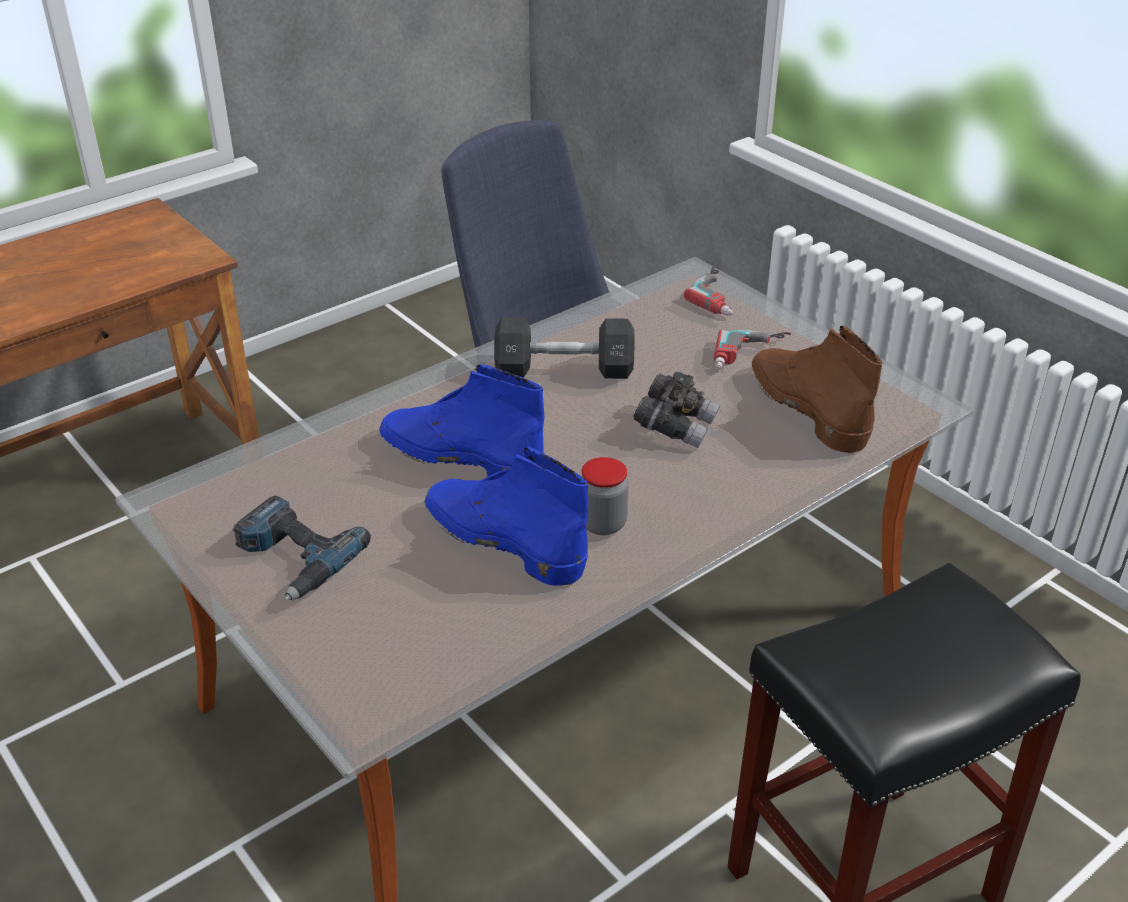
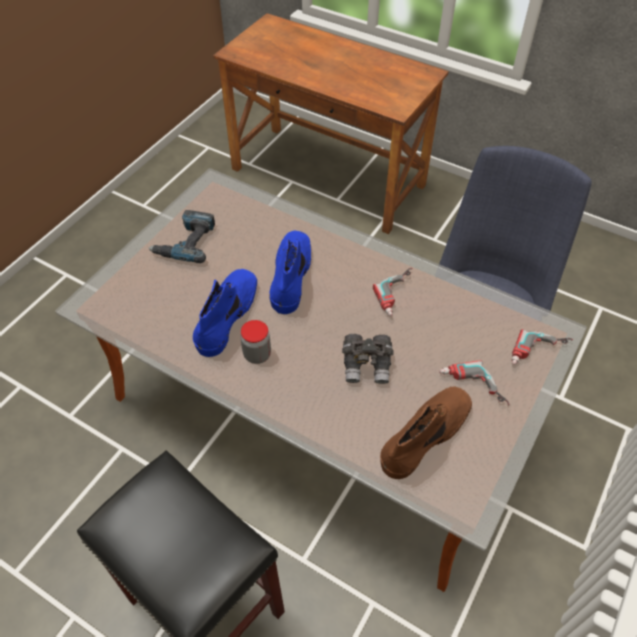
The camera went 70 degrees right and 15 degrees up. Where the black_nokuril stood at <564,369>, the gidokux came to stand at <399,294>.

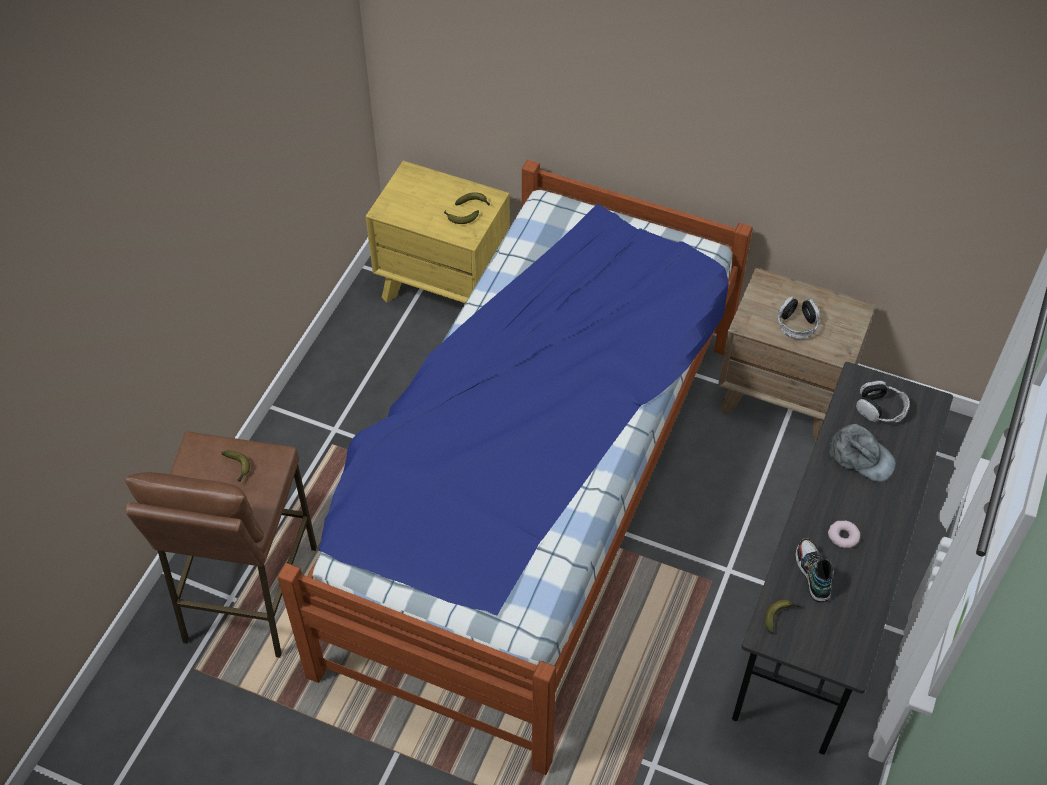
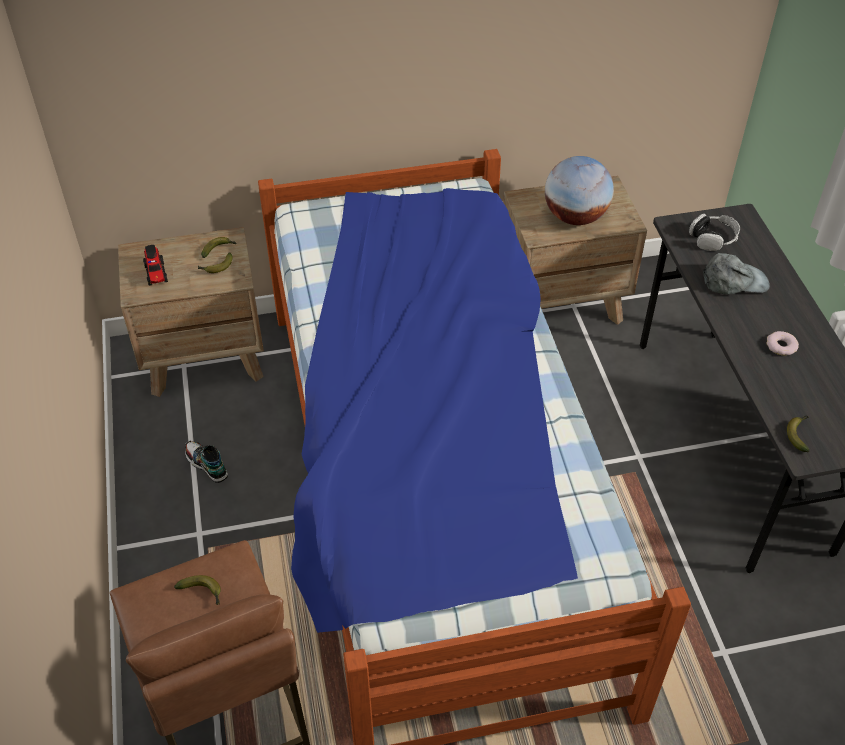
The camera went 35 degrees left and 5 degrees down. What was the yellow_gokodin at <444,287> turned into the brown_gokodin at <205,357>. Where the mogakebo stood at <797,324>, the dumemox came to stand at <575,217>. The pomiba ended up elsewhere, having gone from <812,574> to <206,465>. The second view gained the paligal at <156,274>.

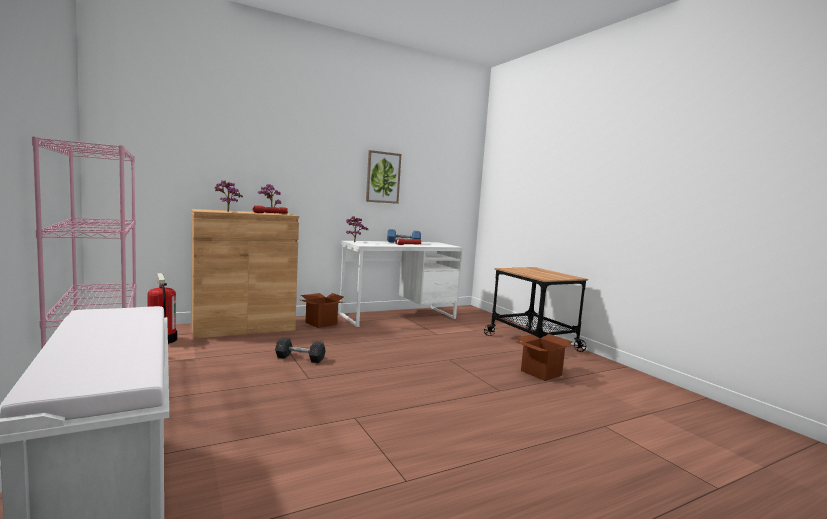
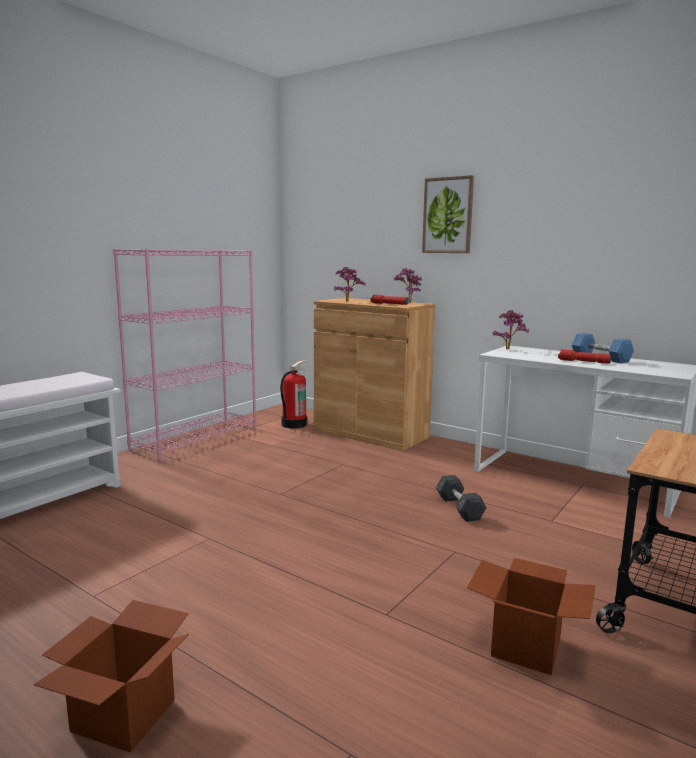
The camera went 65 degrees right and 5 degrees up. The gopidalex ended up elsewhere, having gone from <383,177> to <448,215>. The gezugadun ended up elsewhere, having gone from <321,323> to <124,715>. The grey_nokuril ended up elsewhere, having gone from <300,358> to <459,508>.

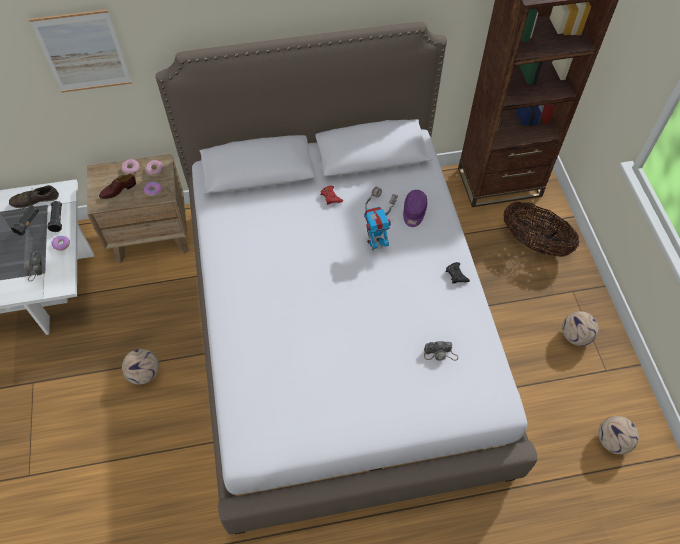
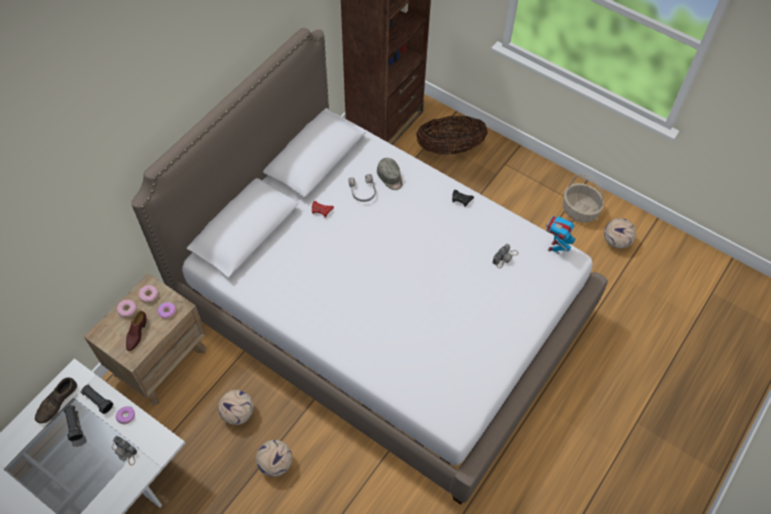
The camera went 45 degrees left and 0 degrees up. The second view lost the gopidalex at <83,52>. What was the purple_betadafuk at <414,212> turned into the grey_betadafuk at <390,178>. The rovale ended up elsewhere, having gone from <375,244> to <555,248>. The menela ended up elsewhere, having gone from <575,335> to <238,413>. The second view gained the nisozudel at <580,210>.

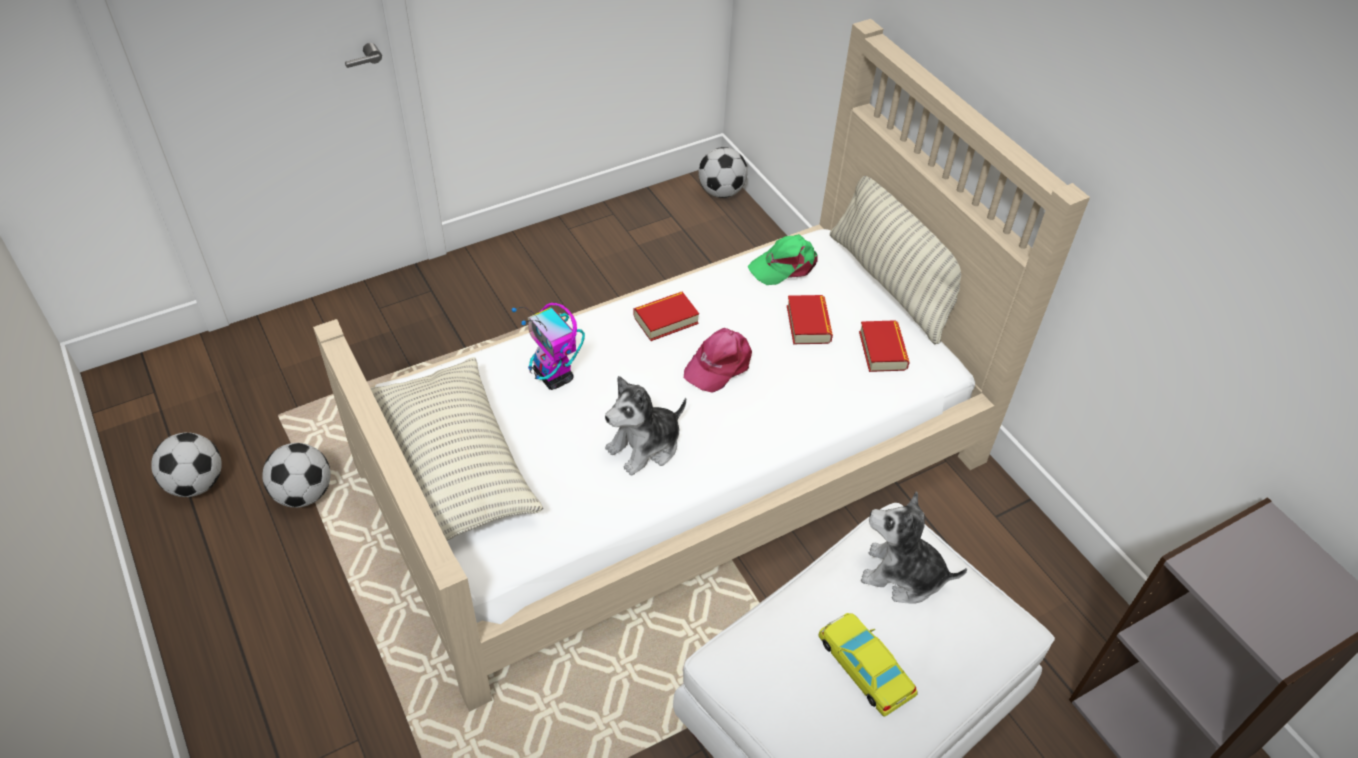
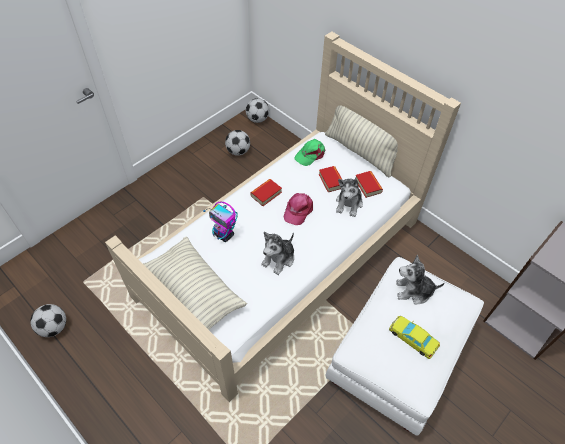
The camera went 15 degrees left and 5 degrees up. The menela ended up elsewhere, having gone from <303,494> to <238,151>. The second view gained the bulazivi at <349,203>.

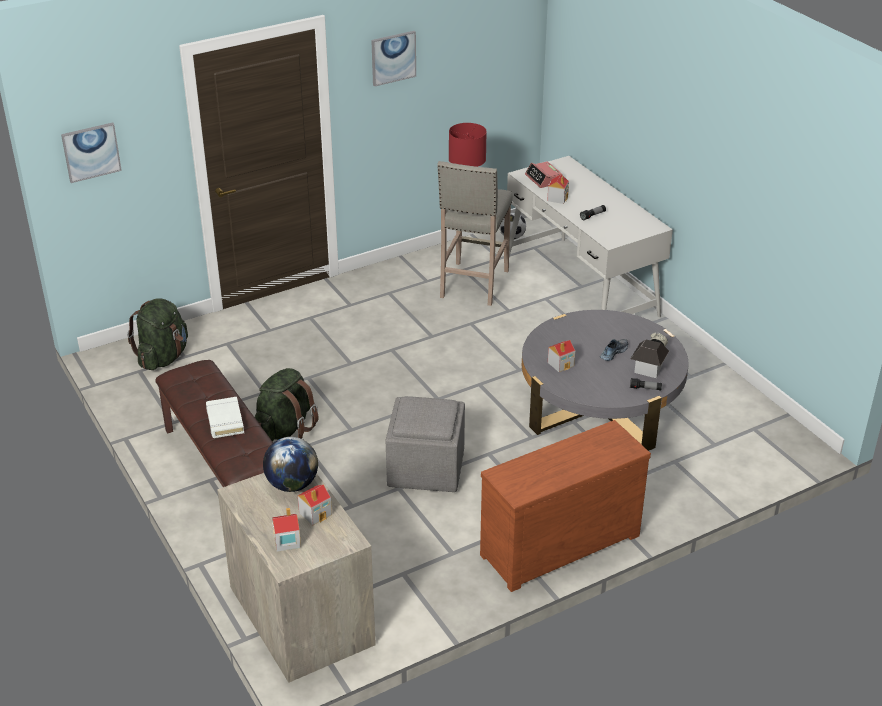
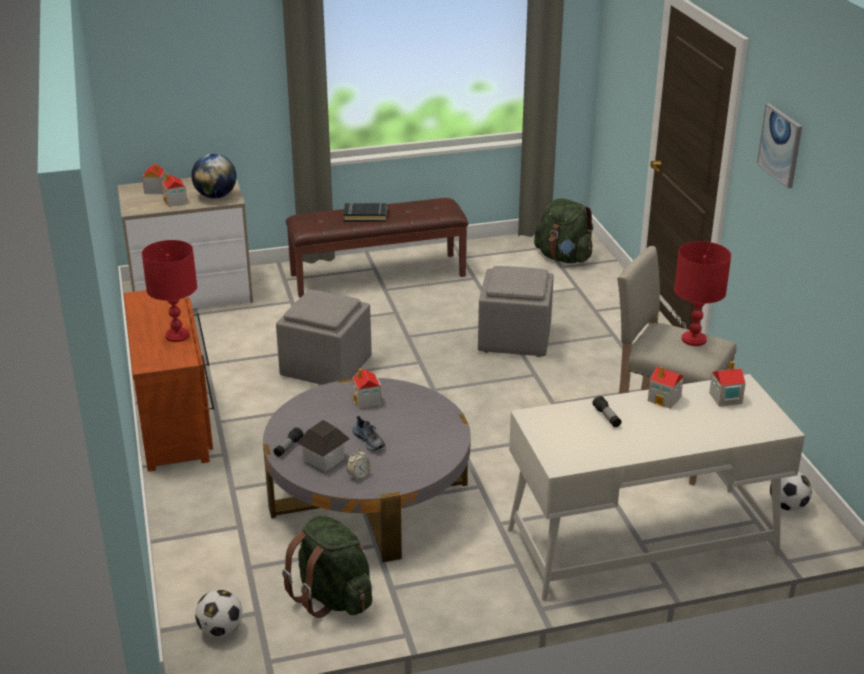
The camera went 105 degrees right and 5 degrees down. The second view lost the gopidalex at <91,152>. Where the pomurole stood at <543,179>, the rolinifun came to stand at <725,398>. The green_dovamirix ended up elsewhere, having gone from <285,429> to <332,597>. What was the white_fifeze at <225,421> turned into the black_fifeze at <365,215>. The second view gained the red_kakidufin at <178,335>. The second view gained the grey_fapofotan at <515,339>. The second view gained the menela at <220,630>.

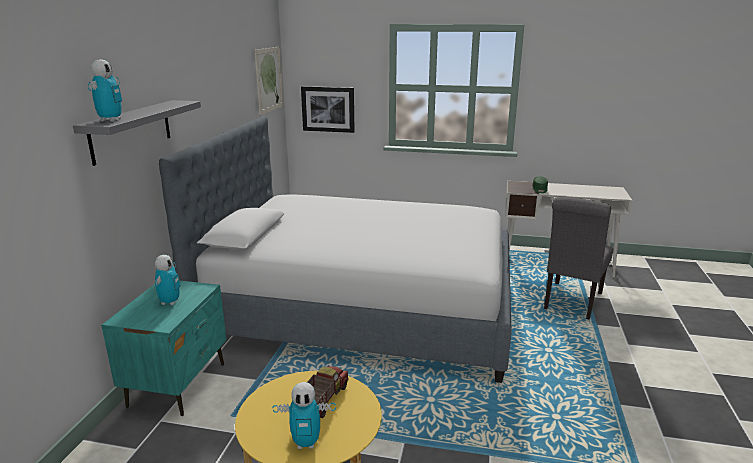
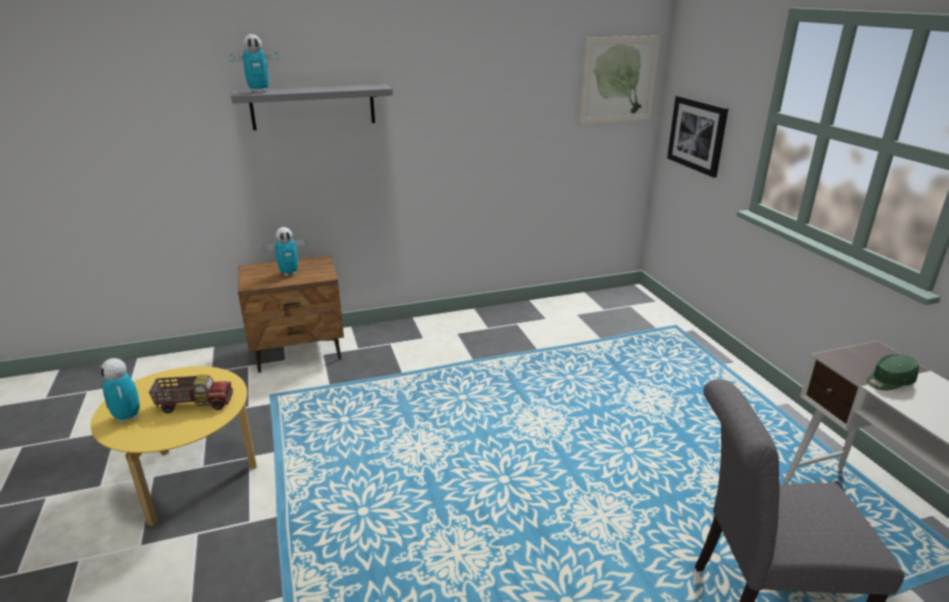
The camera went 60 degrees right and 5 degrees up. The second view lost the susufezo at <362,306>. What was the turquoise_gokodin at <178,384> turned into the brown_gokodin at <299,352>.

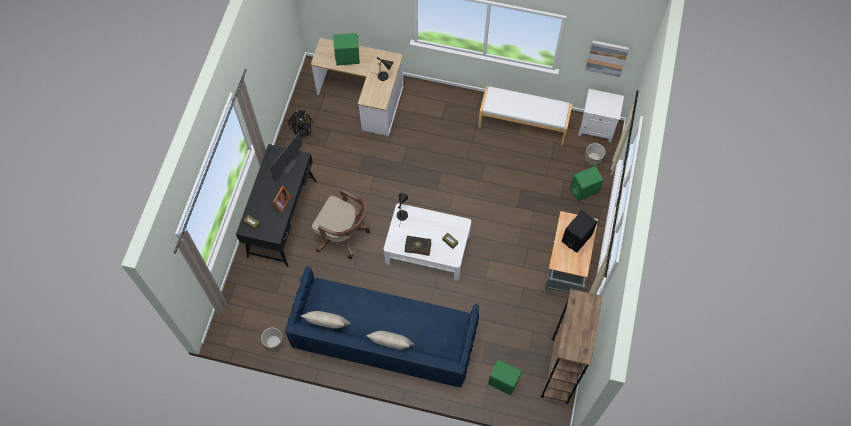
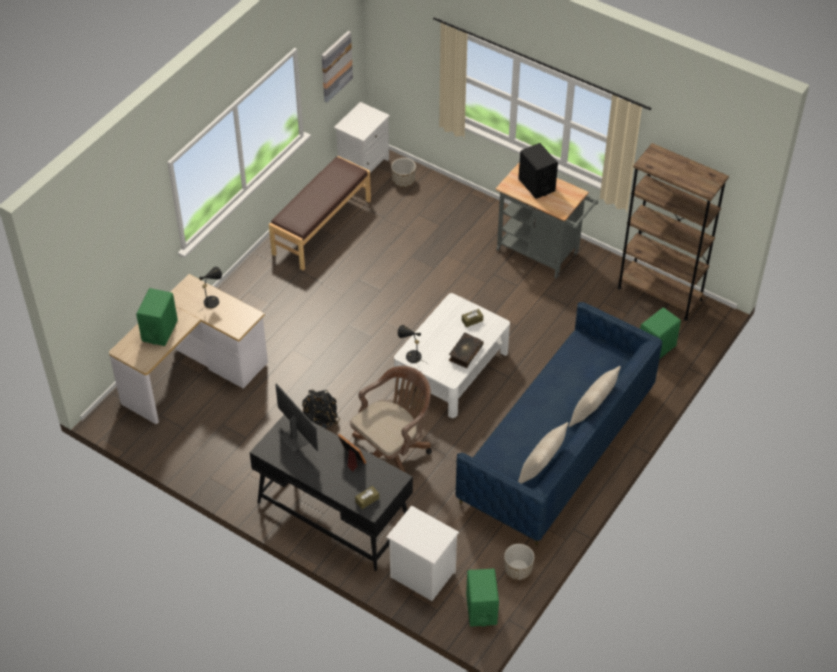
The camera went 70 degrees left and 15 degrees down. What was the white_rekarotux at <523,123> turned into the brown_rekarotux at <321,227>. The black_dovamirix ended up elsewhere, having gone from <302,130> to <320,419>. The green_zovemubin ended up elsewhere, having gone from <584,190> to <481,609>. The second view gained the white_gokodin at <421,574>.

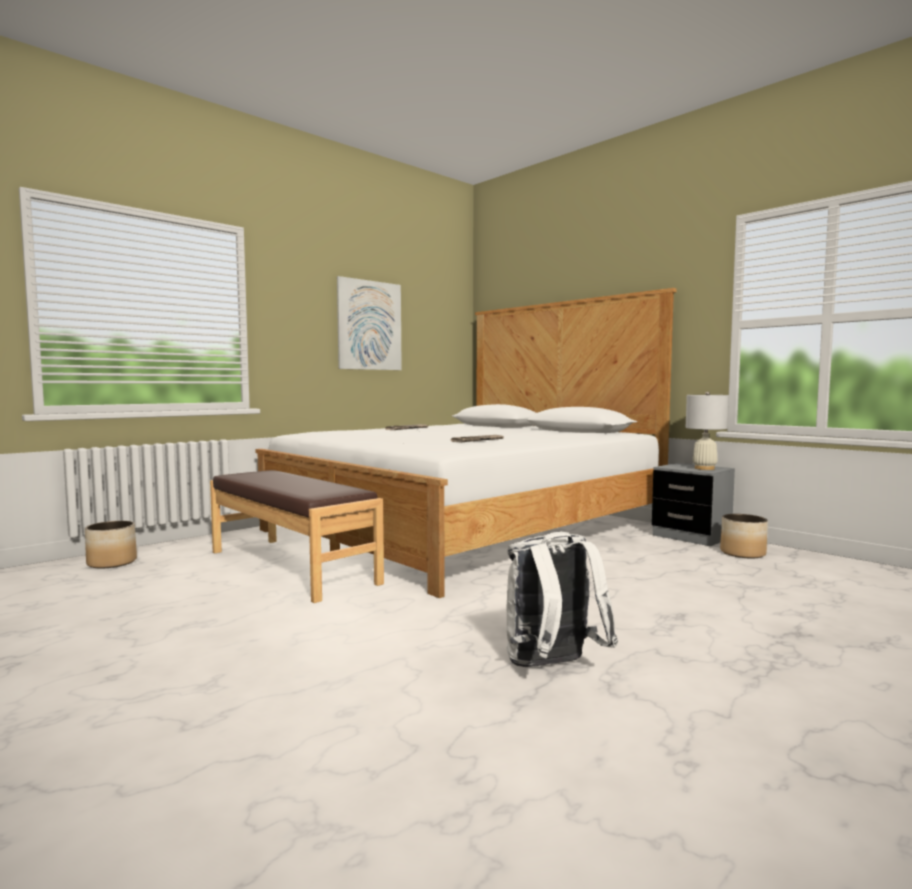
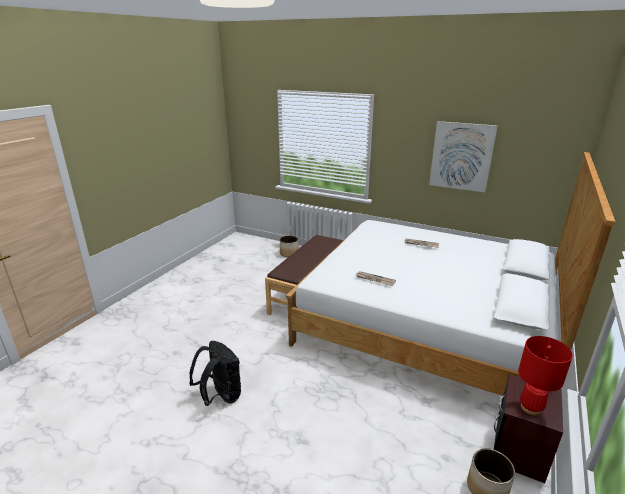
The camera went 70 degrees right and 20 degrees up. What was the white_kakidufin at <704,468> turned into the red_kakidufin at <530,408>. What was the grey_gokodin at <691,536> turned into the brown_gokodin at <519,450>. What was the white_dovamirix at <552,667> turned into the black_dovamirix at <220,396>.

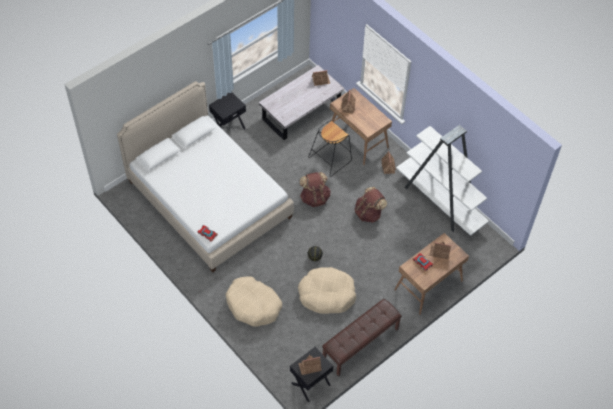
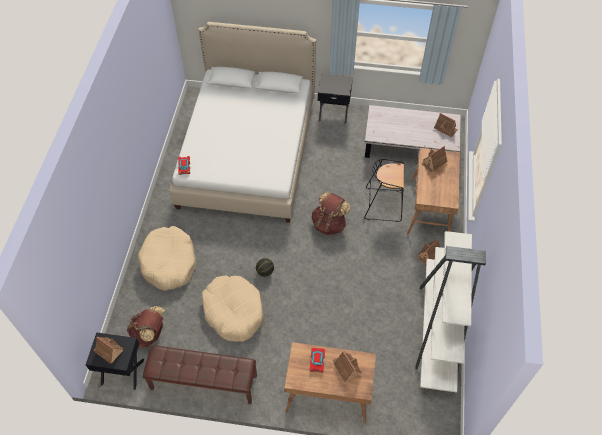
The camera went 50 degrees right and 0 degrees up. The brown_dovamirix ended up elsewhere, having gone from <368,213> to <150,334>.

